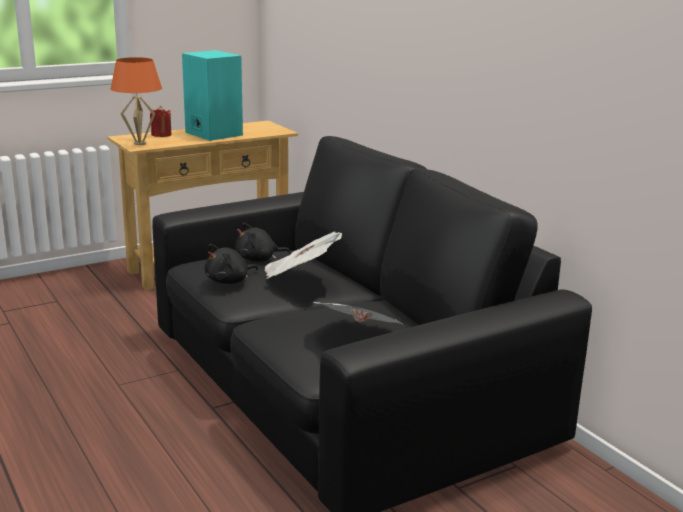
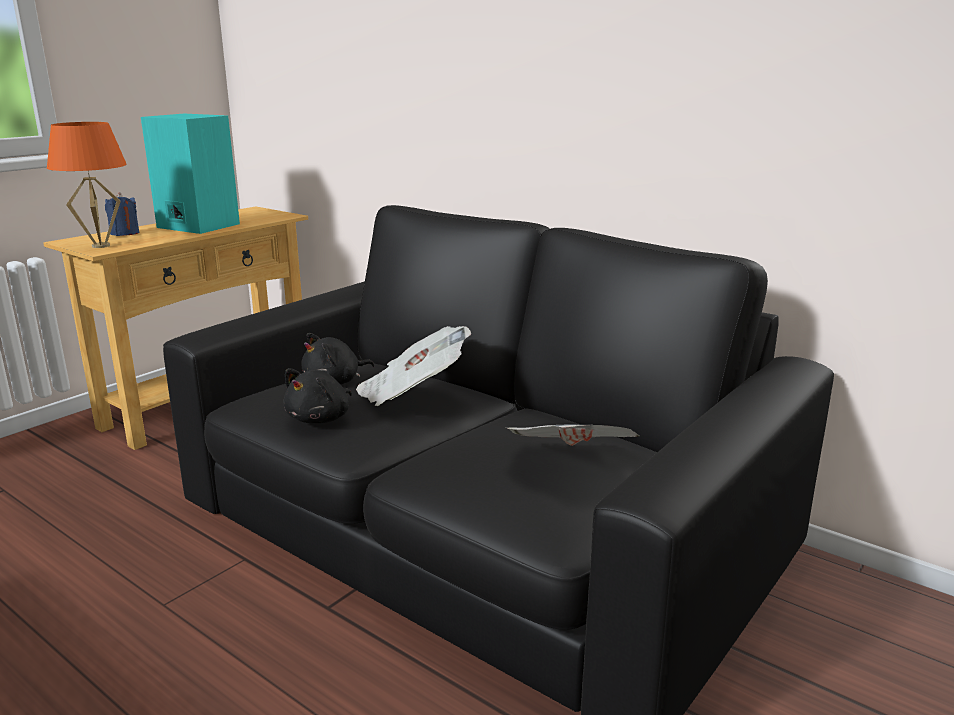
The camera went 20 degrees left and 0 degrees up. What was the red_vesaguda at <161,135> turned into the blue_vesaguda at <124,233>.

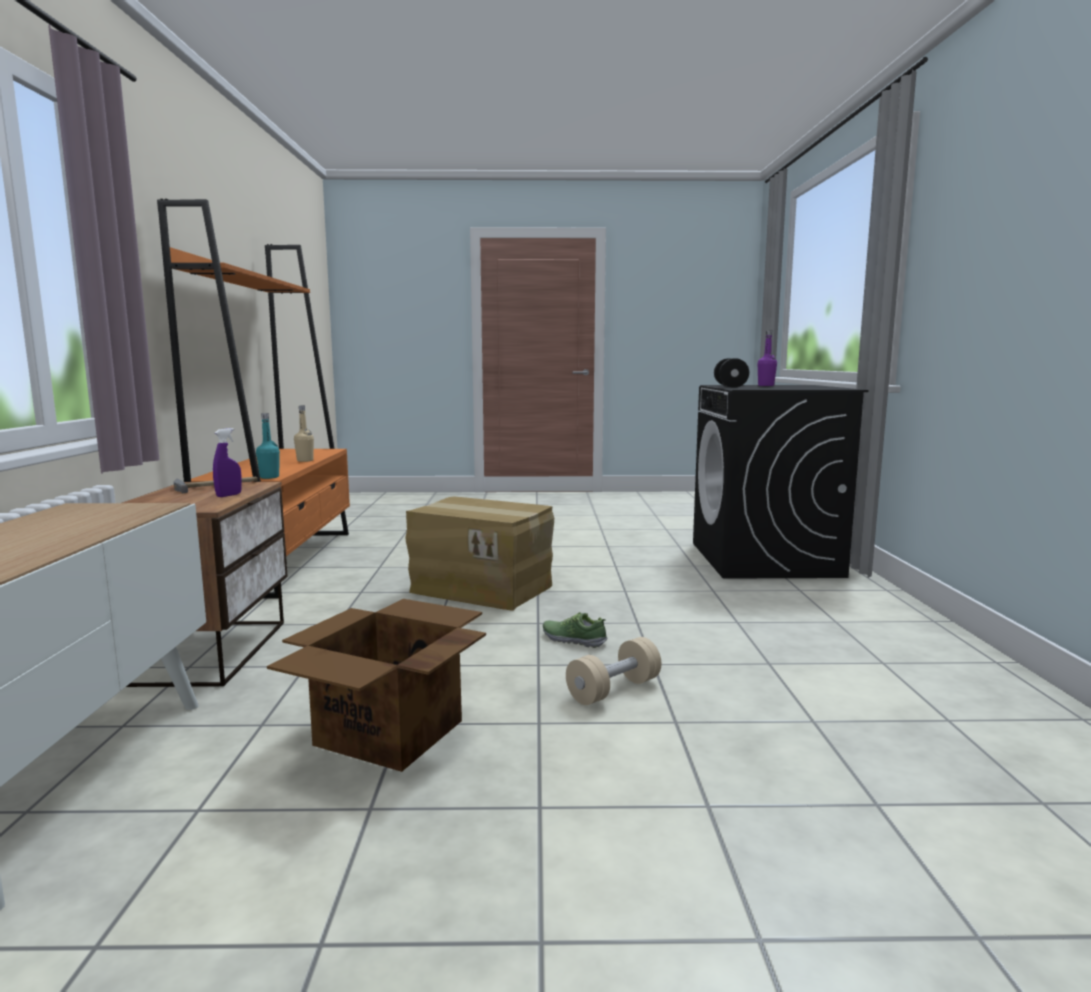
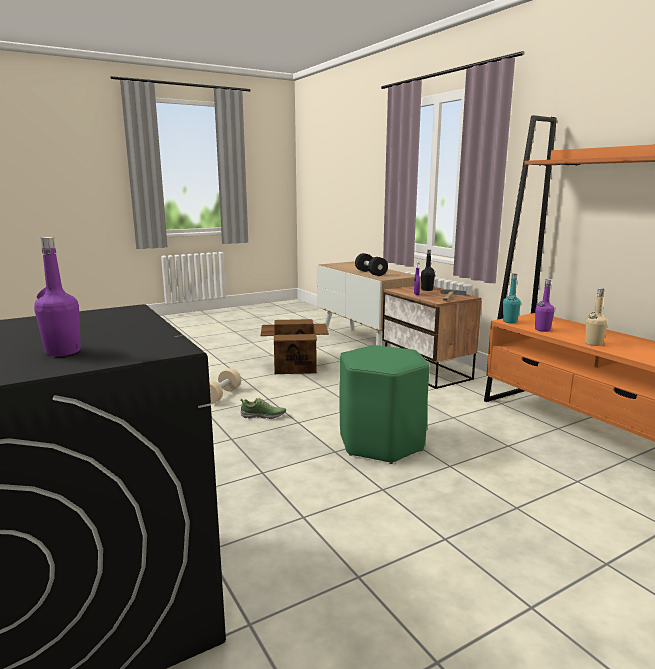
The camera went 150 degrees right and 5 degrees up. The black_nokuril ended up elsewhere, having gone from <730,386> to <370,273>. Where the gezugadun stood at <482,588>, the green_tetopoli came to stand at <380,443>. The second view gained the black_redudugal at <427,290>. The second view gained the purple_redudugal at <542,330>.

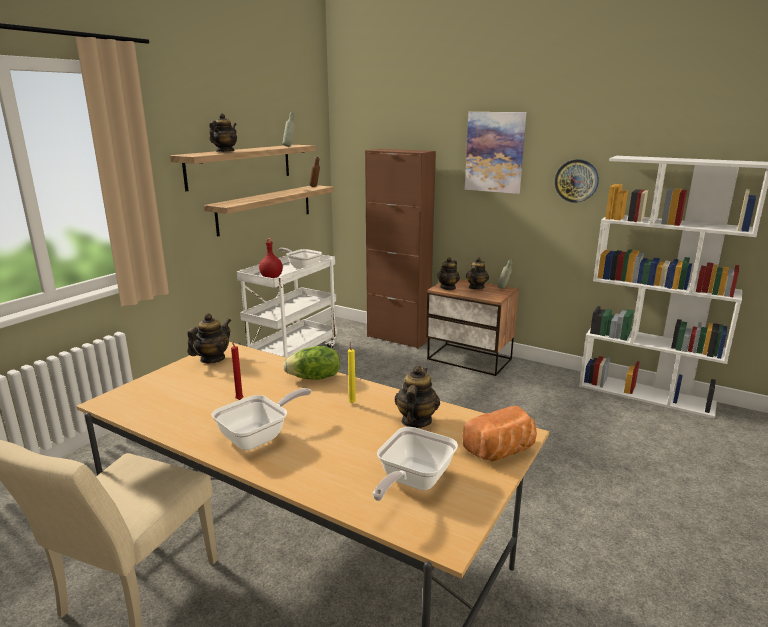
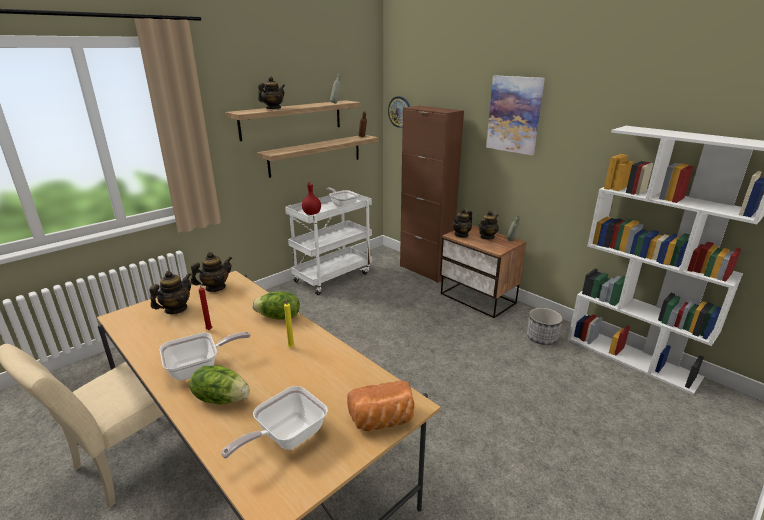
The camera went 15 degrees right and 5 degrees up. The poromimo ended up elsewhere, having gone from <576,181> to <399,112>. The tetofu ended up elsewhere, having gone from <416,421> to <176,309>. The second view gained the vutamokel at <541,338>. The second view gained the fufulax at <221,398>.

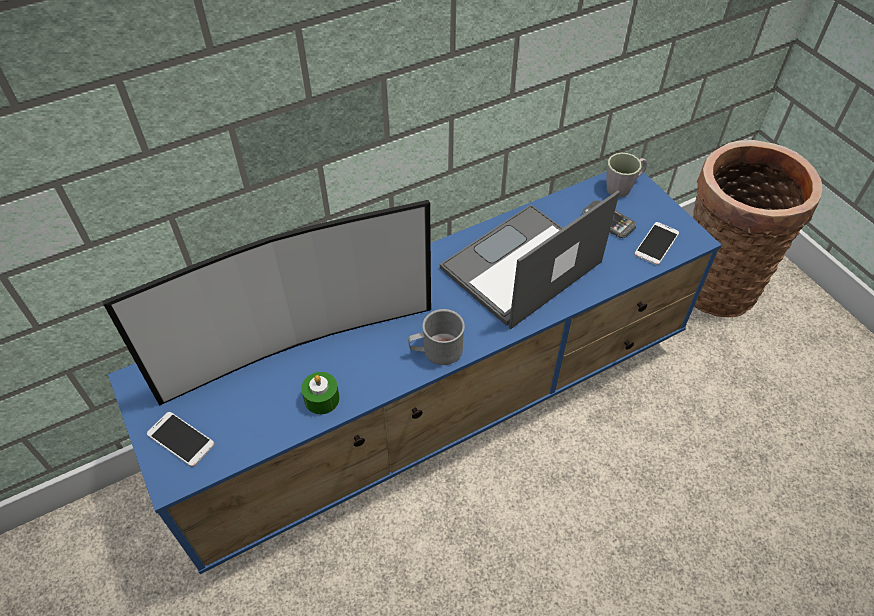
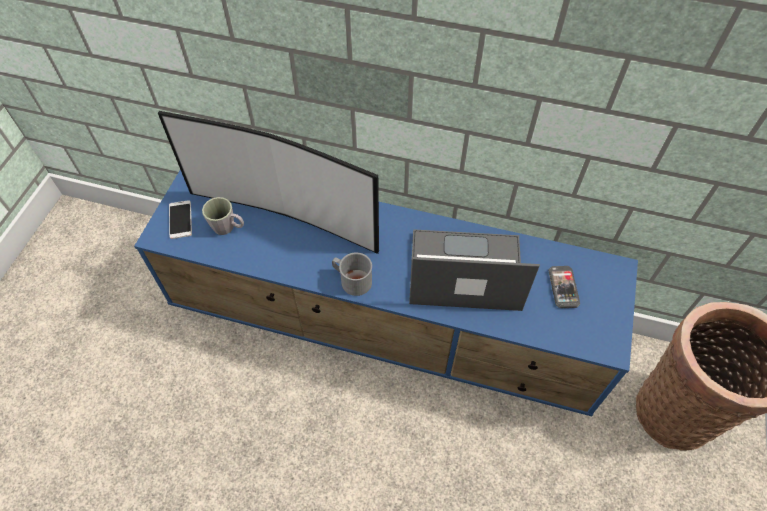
The camera went 45 degrees right and 5 degrees up. The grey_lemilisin ended up elsewhere, having gone from <623,187> to <228,228>. The second view lost the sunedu at <656,244>. The second view lost the green_vesaguda at <322,399>.

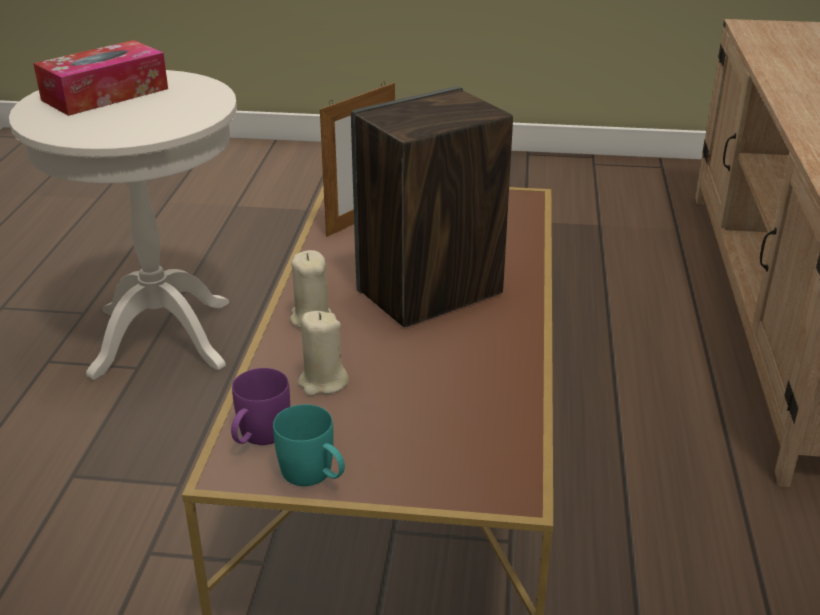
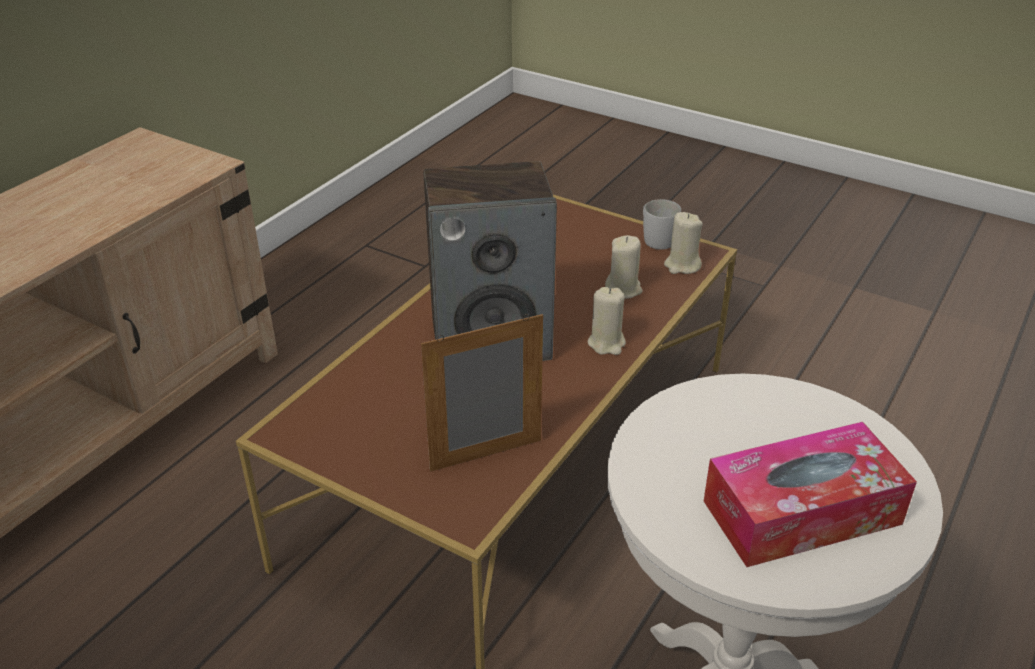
The camera went 155 degrees left and 5 degrees up. Where the purple_lemilisin stood at <258,437>, the beige_vesaguda came to stand at <682,265>. What was the turquoise_lemilisin at <314,476> turned into the white_lemilisin at <655,238>.

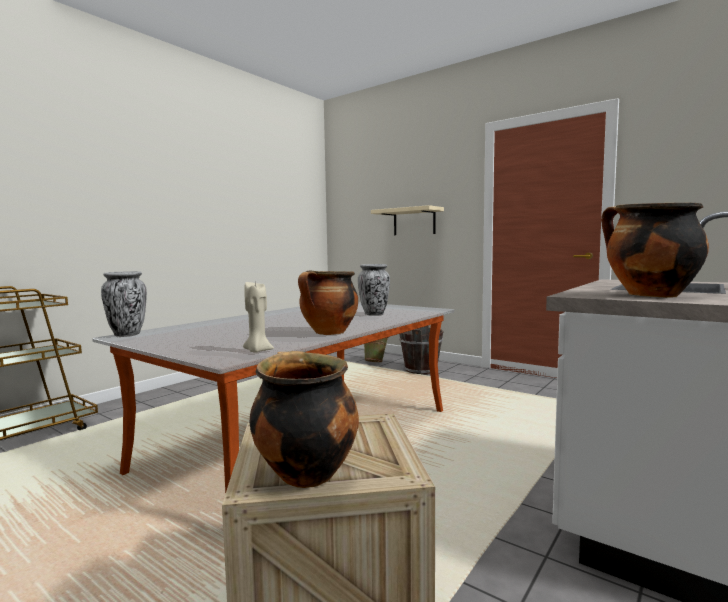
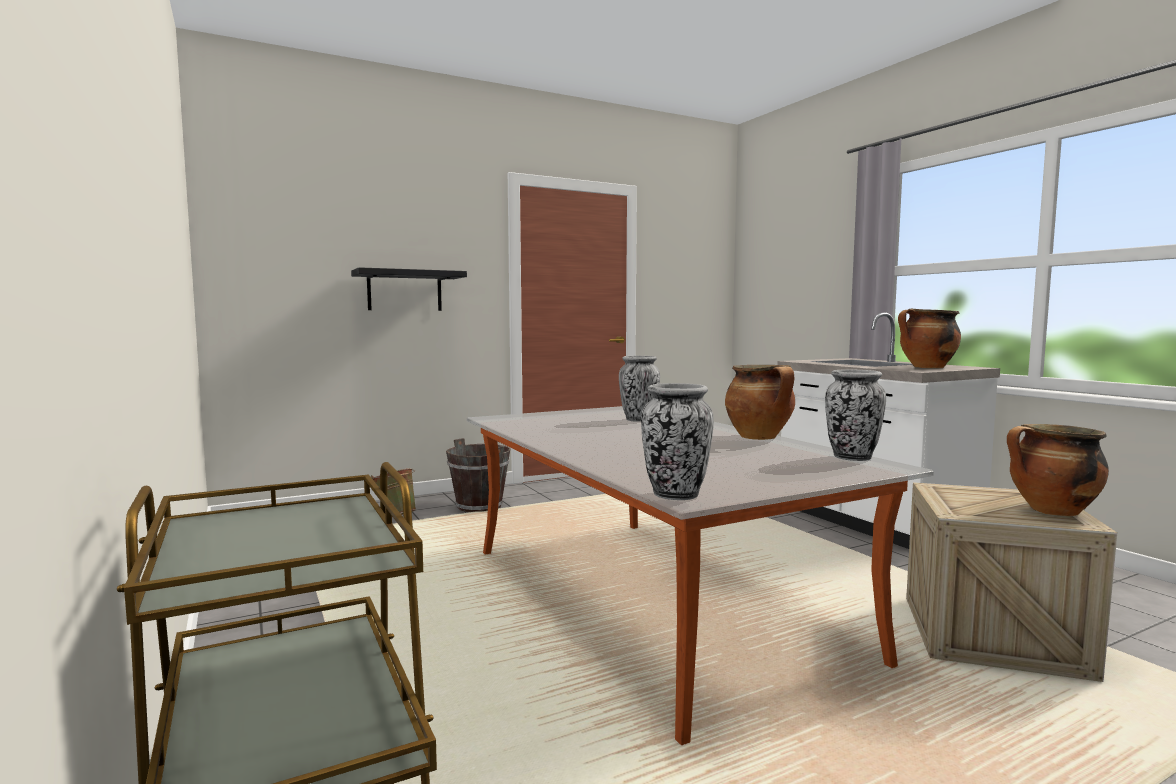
The camera went 65 degrees left and 0 degrees up. What was the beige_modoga at <414,222> turned into the black_modoga at <404,291>. Where the beige_vesaguda stood at <257,351>, the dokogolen came to stand at <852,458>.

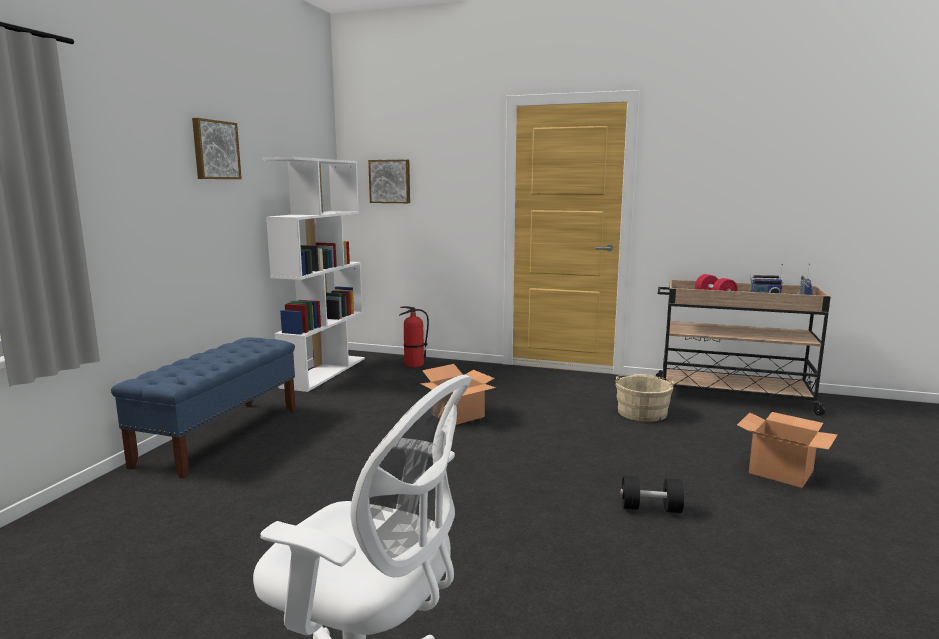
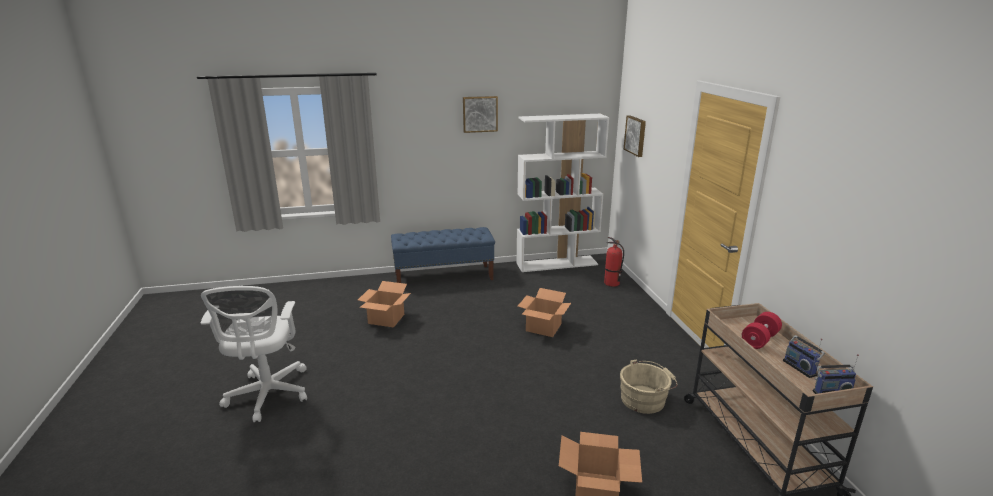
The camera went 60 degrees right and 10 degrees up. The second view lost the black_nokuril at <650,508>. The second view gained the gezugadun at <387,319>.

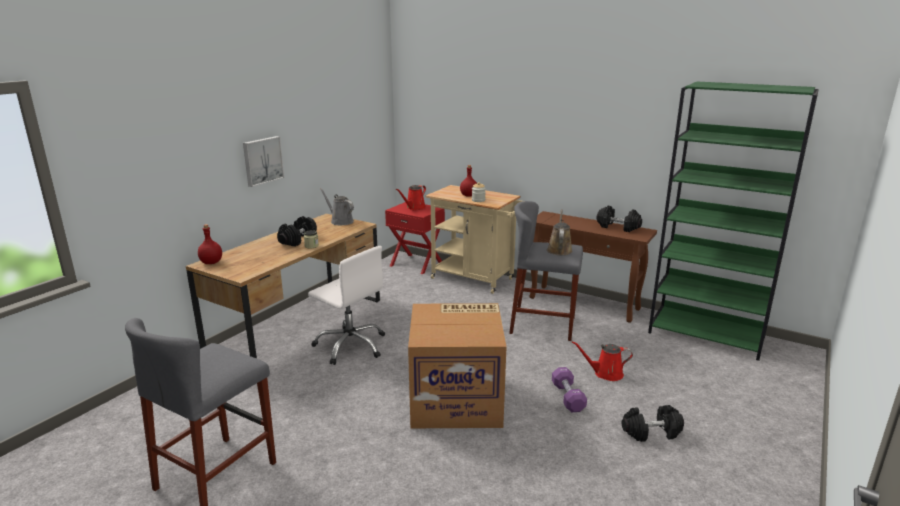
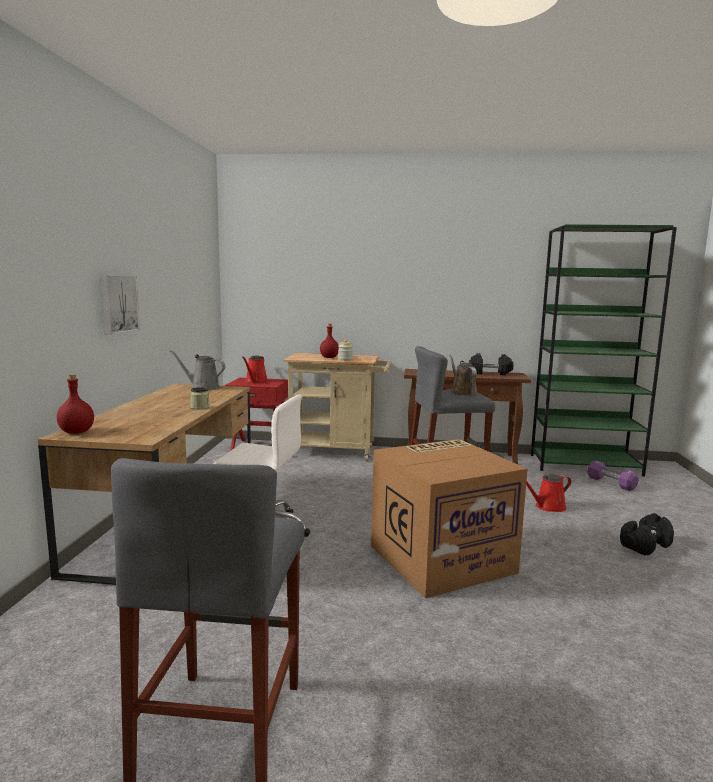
The camera went 25 degrees left and 10 degrees down. The second view lost the black_nokuril at <298,240>. The purple_nokuril ended up elsewhere, having gone from <568,397> to <611,483>.

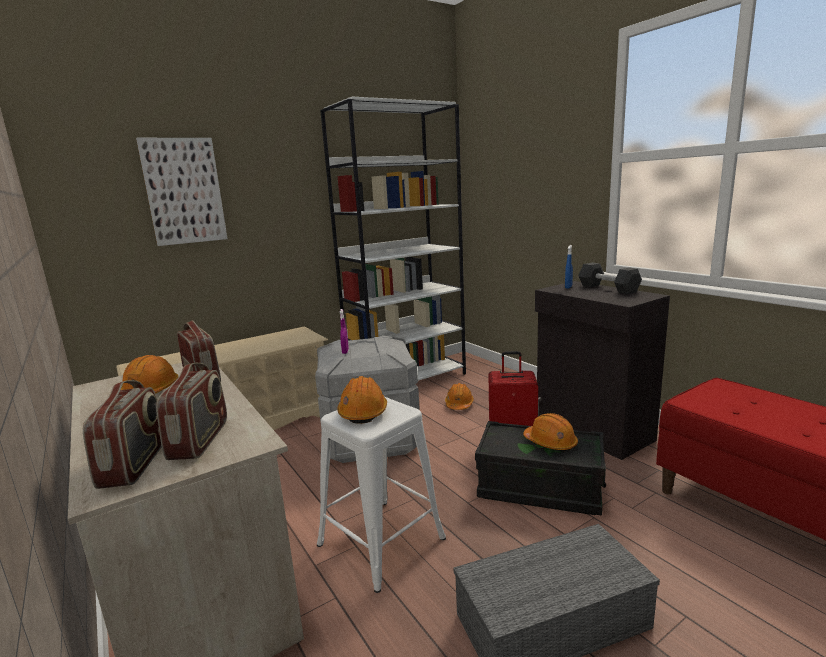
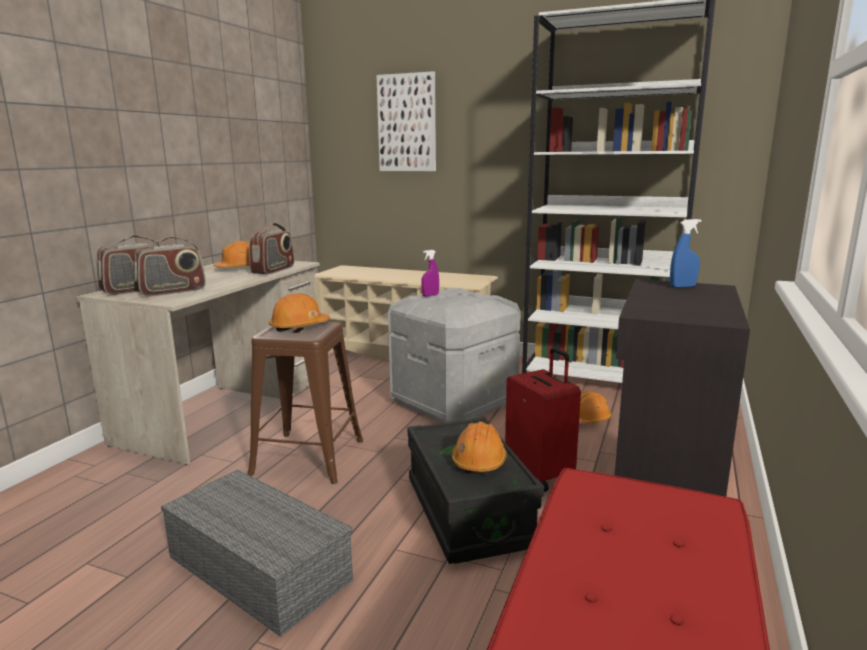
The camera went 55 degrees right and 0 degrees up. The second view lost the black_nokuril at <608,288>. What was the white_tetopoli at <381,541> turned into the brown_tetopoli at <308,457>.

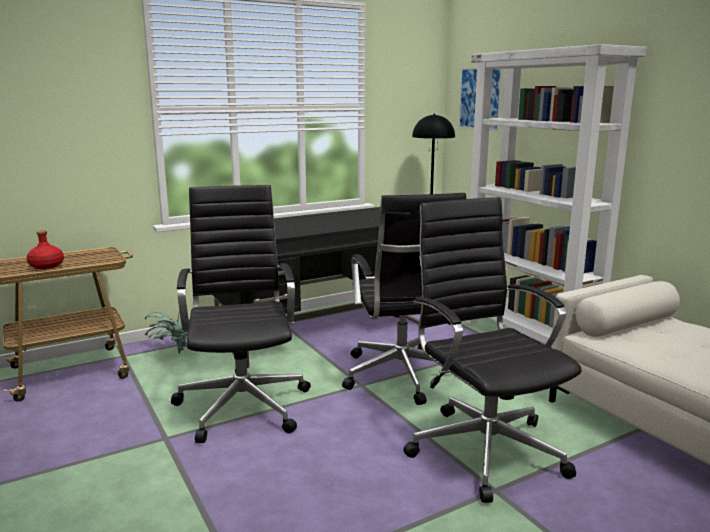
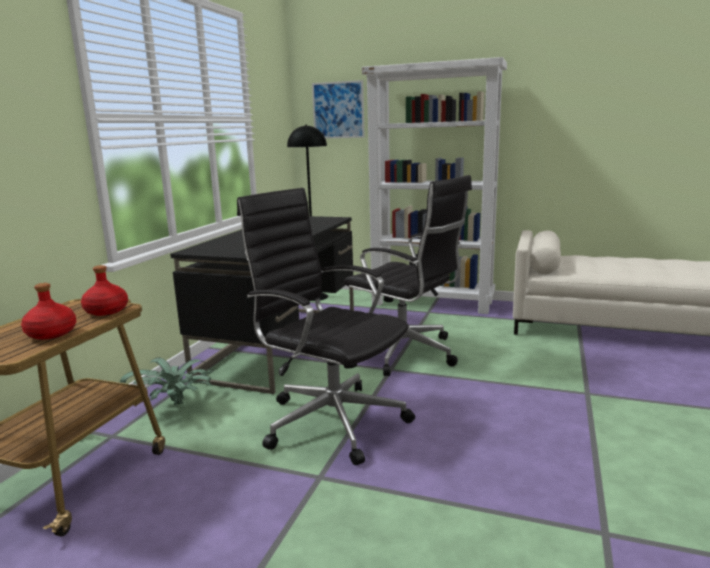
The camera went 40 degrees left and 0 degrees up. The second view lost the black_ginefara at <484,448>. The second view gained the red_redudugal at <107,310>.

